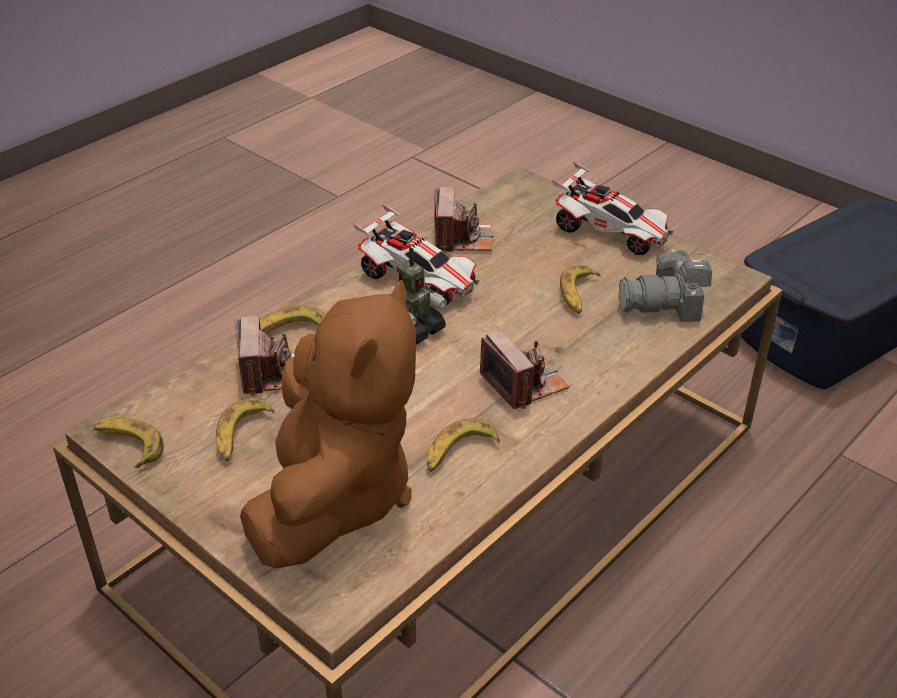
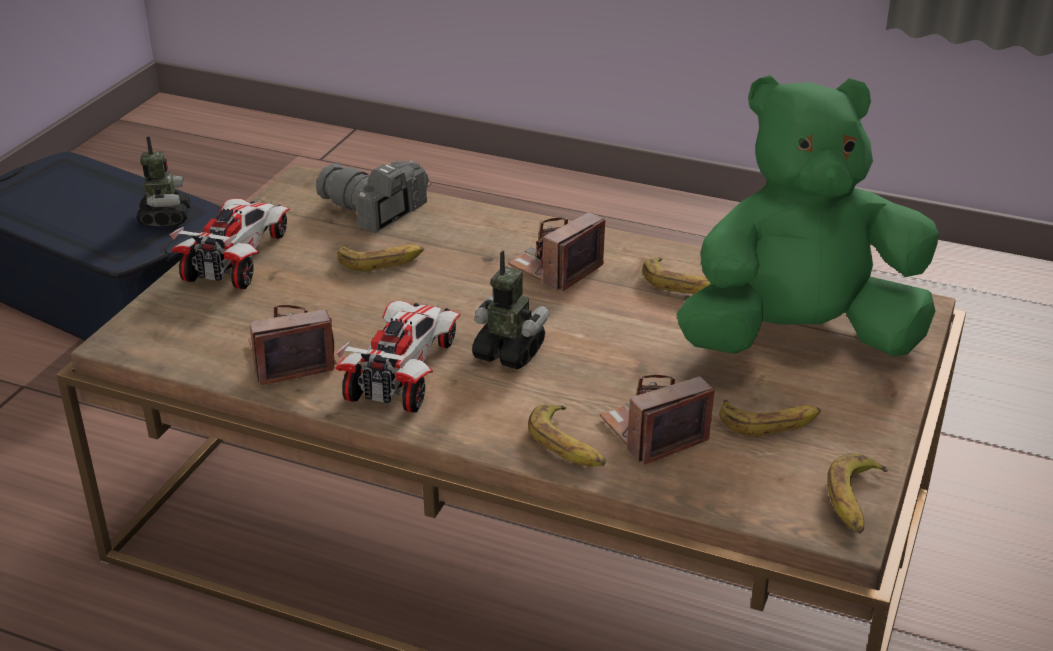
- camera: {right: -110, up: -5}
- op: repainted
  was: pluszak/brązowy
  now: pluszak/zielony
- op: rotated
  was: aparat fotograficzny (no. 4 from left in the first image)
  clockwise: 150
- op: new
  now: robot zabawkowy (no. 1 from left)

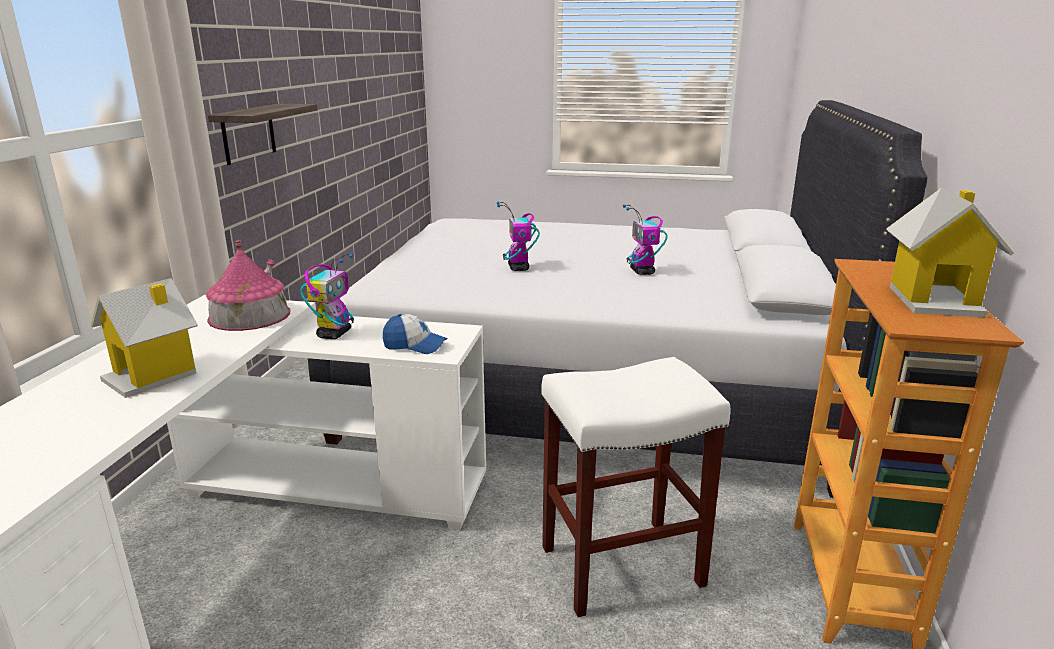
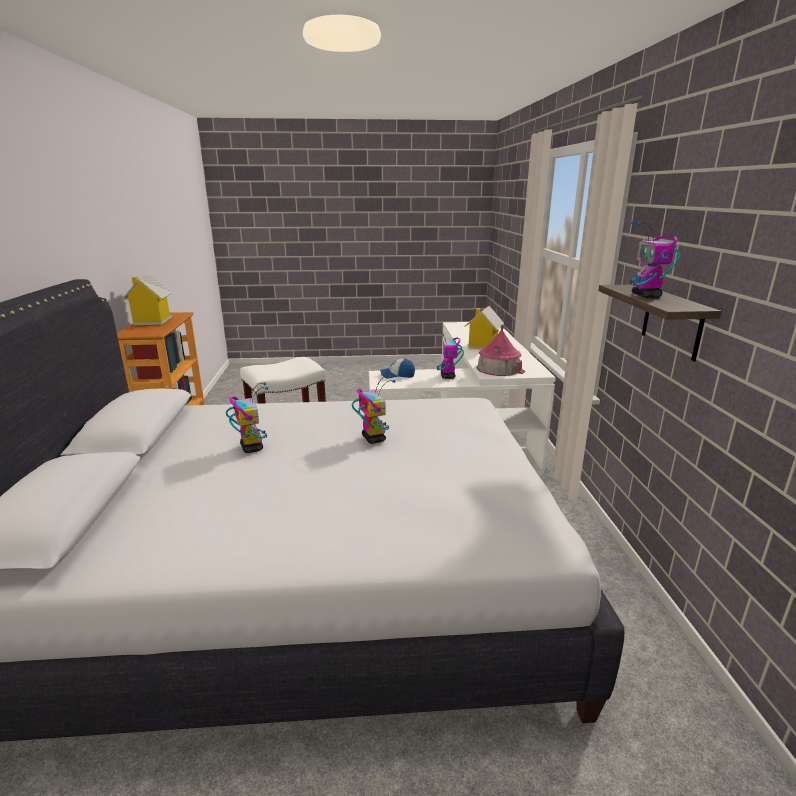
- camera: {right: 165, up: 0}
- op: new
  now: robot zabawkowy (no. 4 from left)

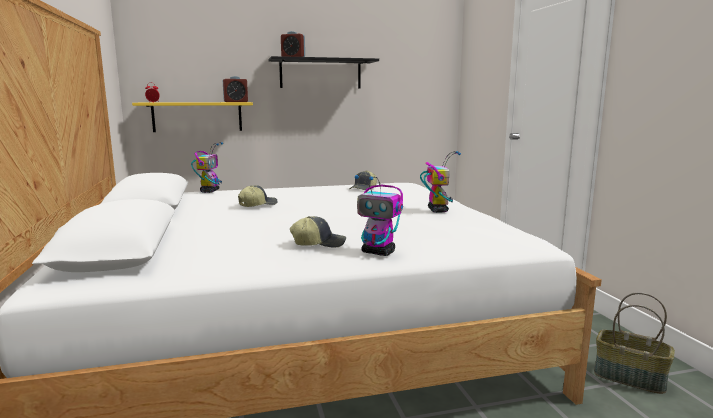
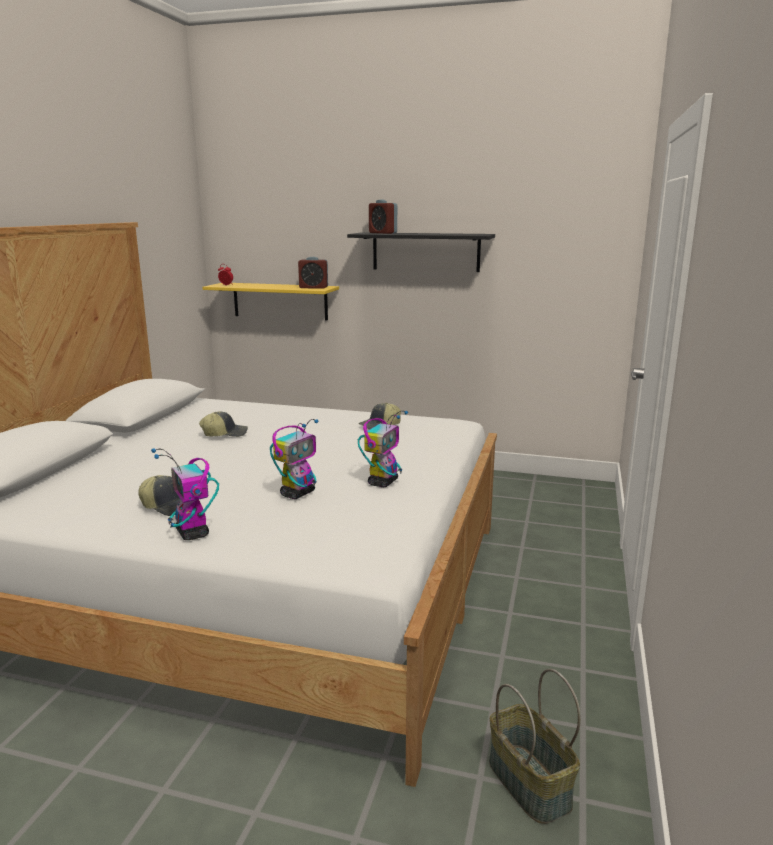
- camera: {right: 30, up: 5}
- op: shifted
  was: robot zabawkowy (no. 1 from left in the first image)
  now: robot zabawkowy (no. 2 from left)

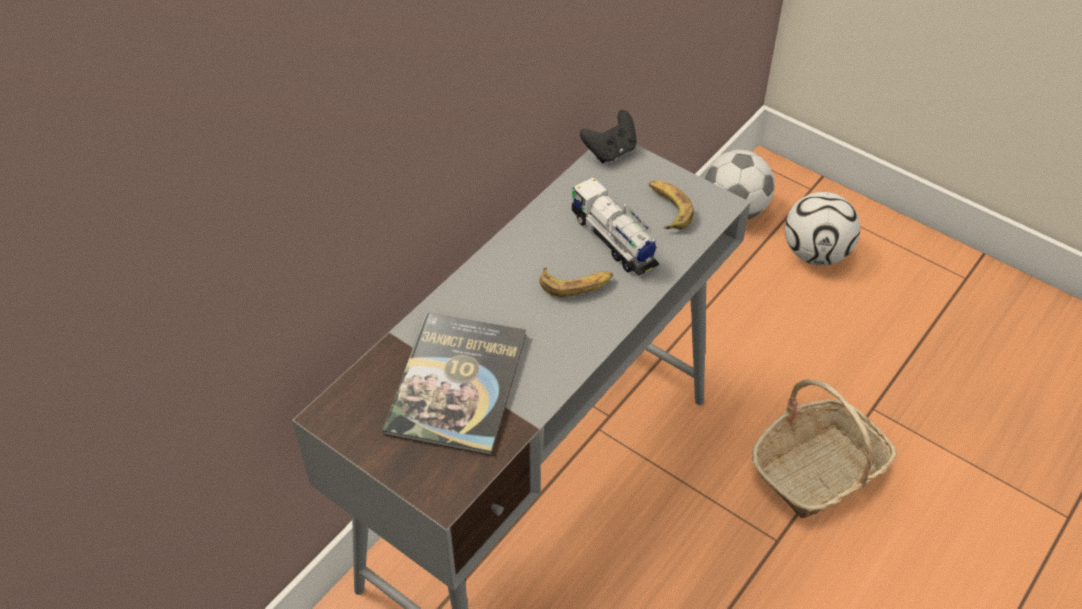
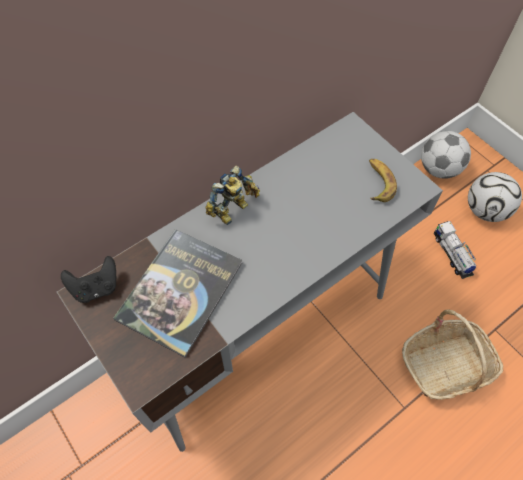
- camera: {right: 15, up: 10}
- op: gone
  was: banan (no. 1 from left)
- op: shifted
  was: ciężarówka zabawkowa
- op: shifted
  was: pad do gier/czarny
- op: new
  now: robot zabawkowy

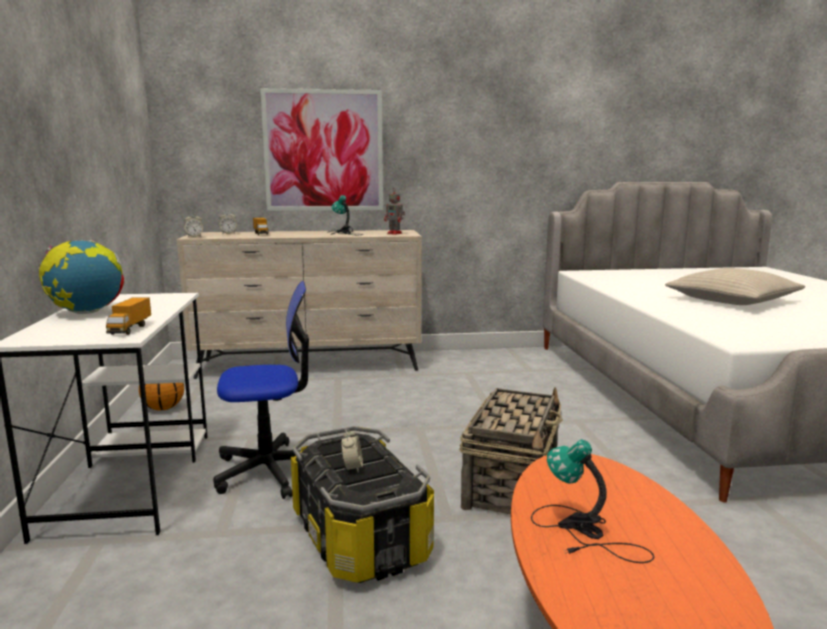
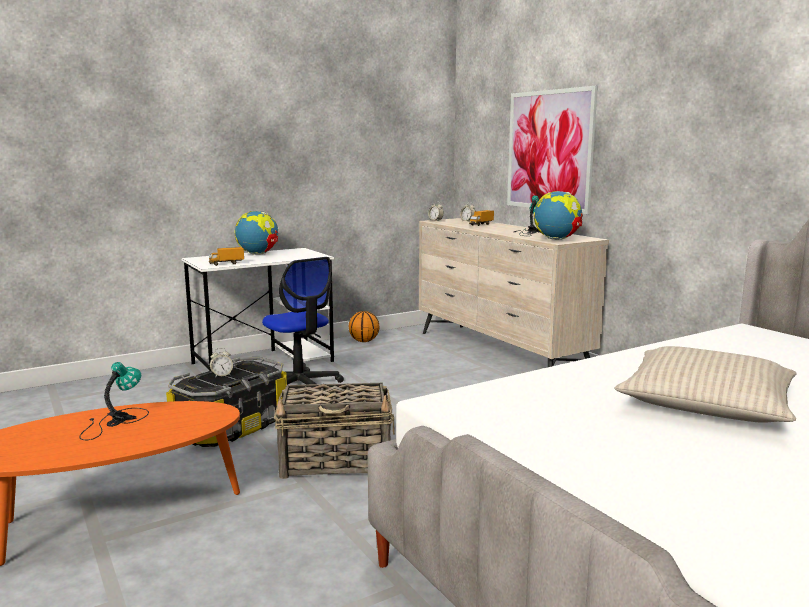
- camera: {right: 65, up: 0}
- op: swapped
  was: robot zabawkowy
  now: globus (no. 2 from left)

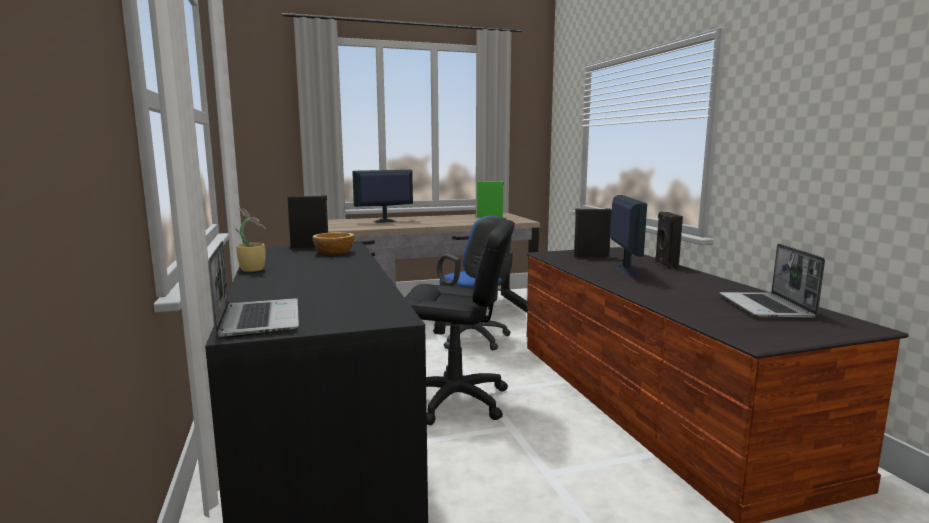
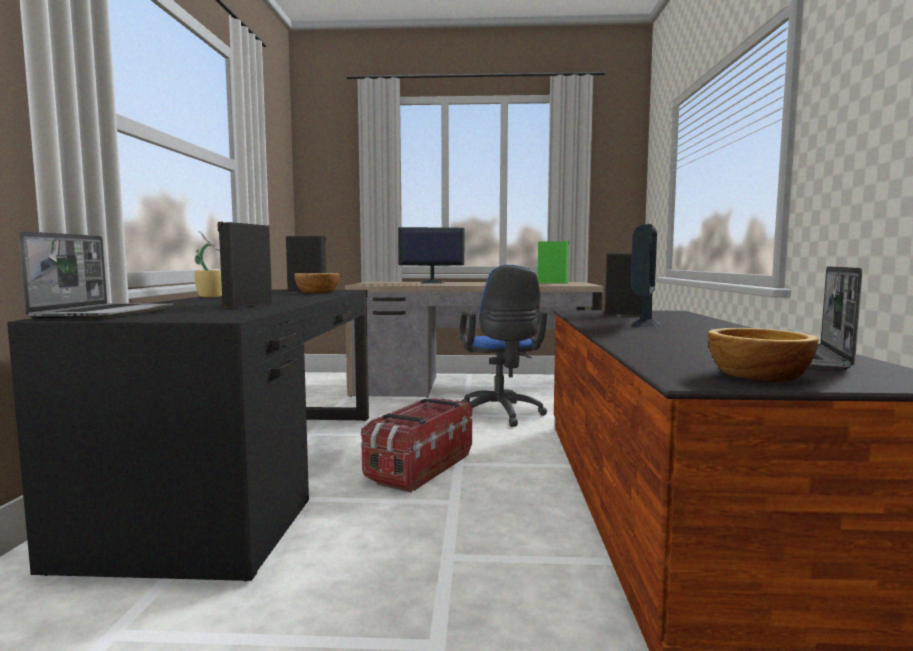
- camera: {right: 20, up: -5}
- op: swapped
  was: krzesło biurowe/czarny
  now: pojemnik do przechowywania
- op: shifted
  was: głośnik/czarny (no. 3 from left in the first image)
  now: głośnik/czarny (no. 1 from left)
- op: new
  now: miska (no. 2 from left)

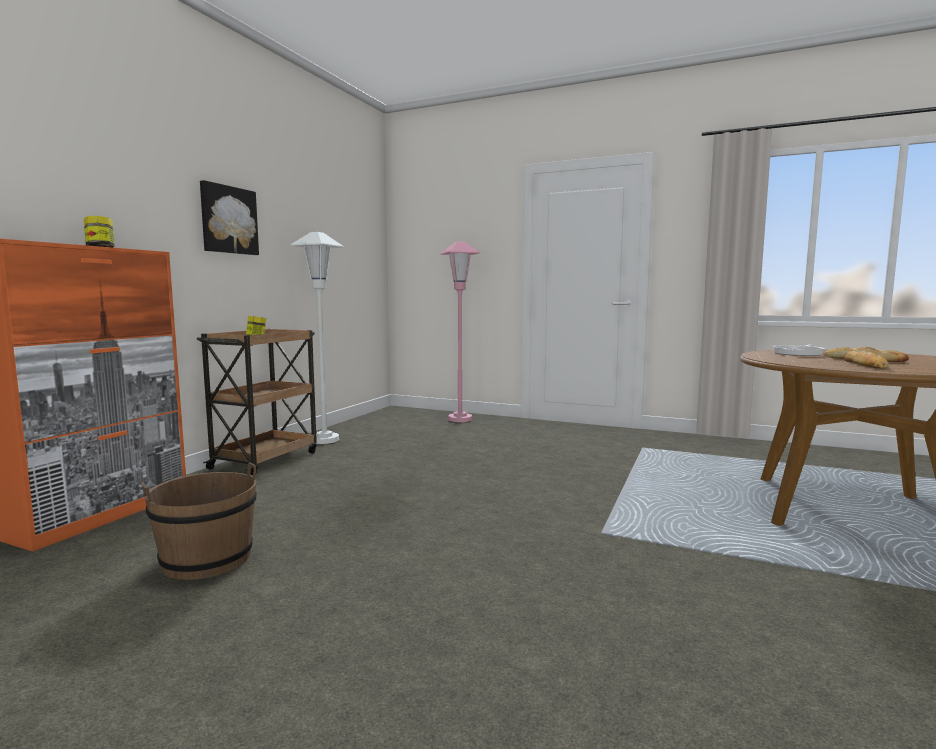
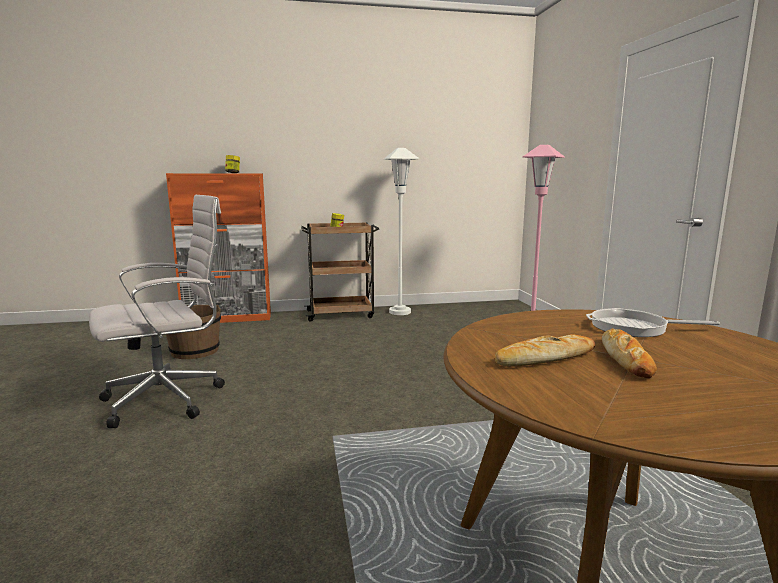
- camera: {right: 55, up: 5}
- op: gone
  was: obraz
- op: new
  now: krzesło biurowe/biały

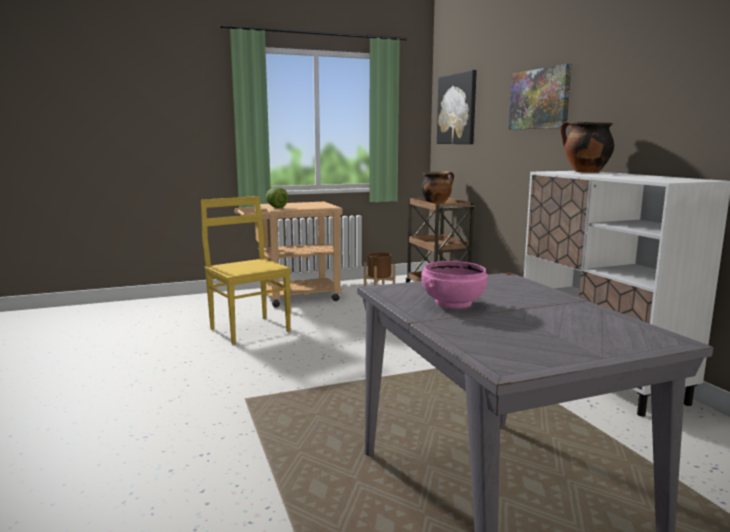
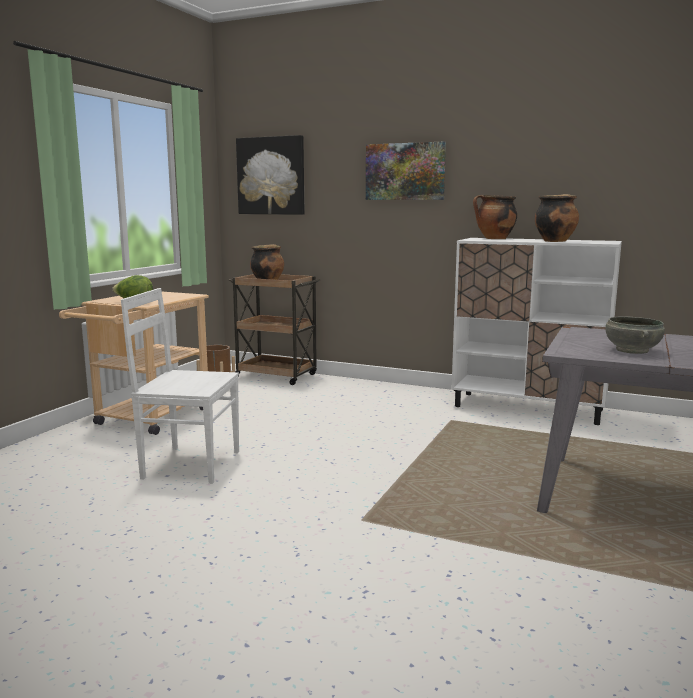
- camera: {right: -45, up: 0}
- op: repainted
  was: krzesło/żółty
  now: krzesło/biały
- op: repainted
  was: miska/różowy
  now: miska/szary
- op: new
  now: garnek (no. 3 from left)

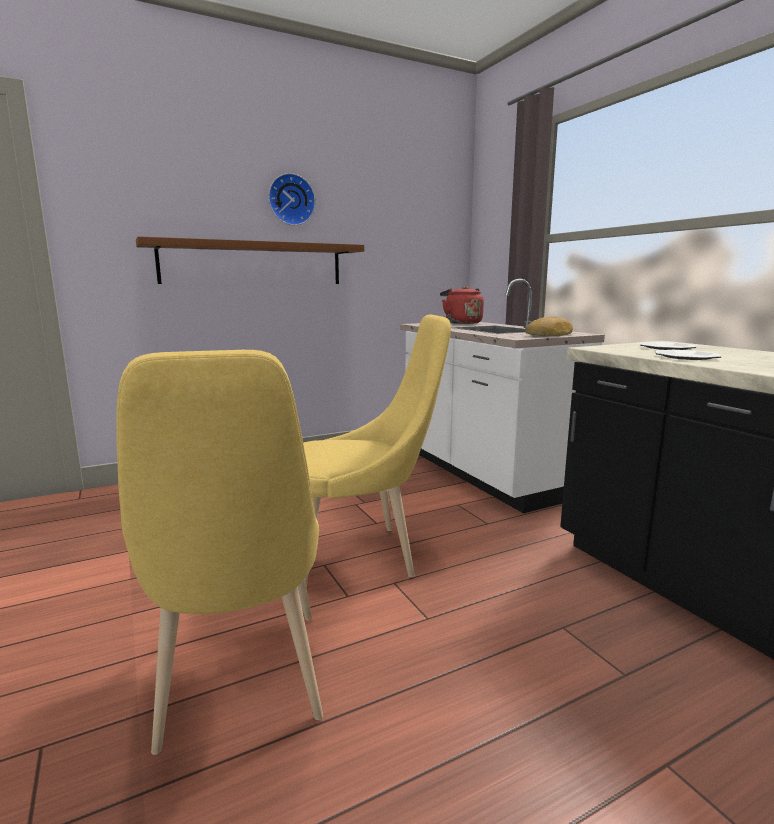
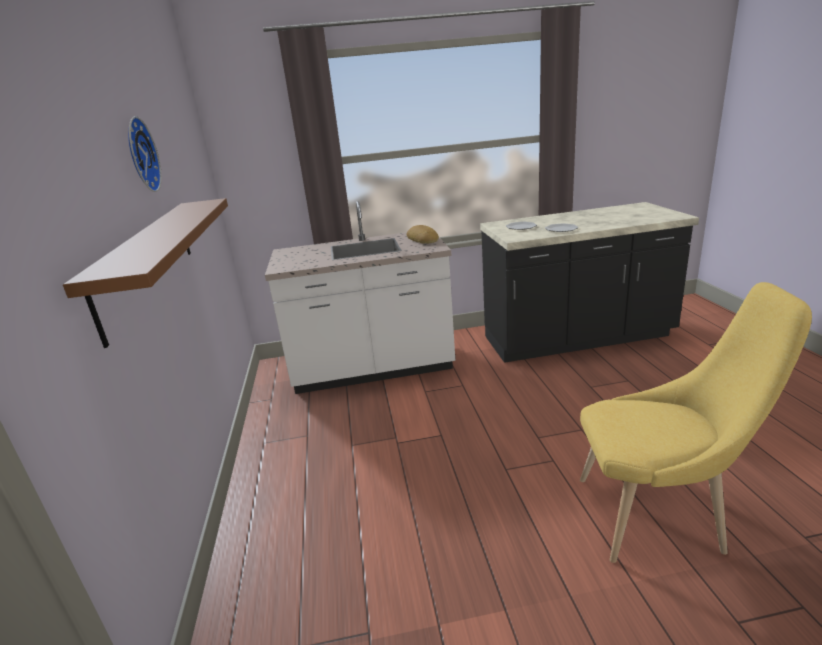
- camera: {right: -70, up: 10}
- op: gone
  was: krzesło/żółty (no. 2 from left)
- op: gone
  was: czajnik/czerwony

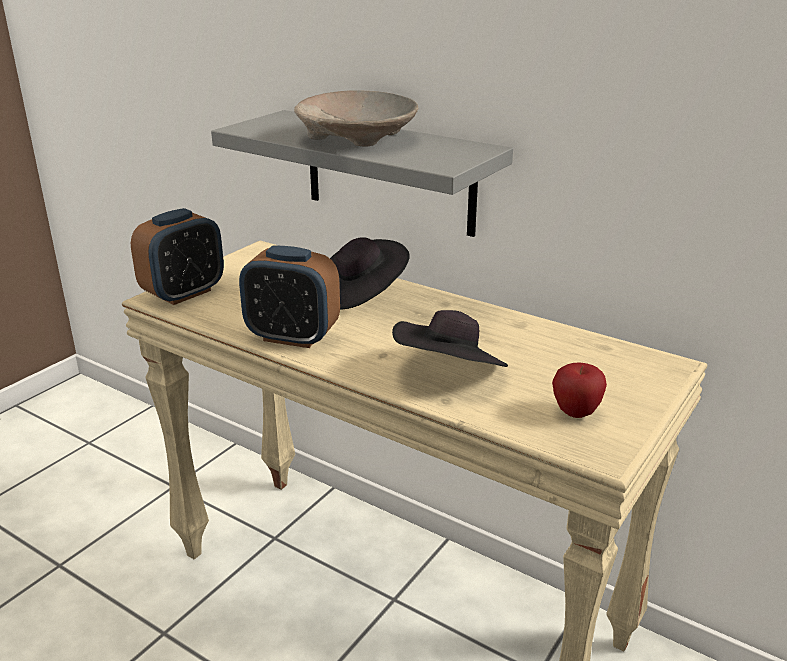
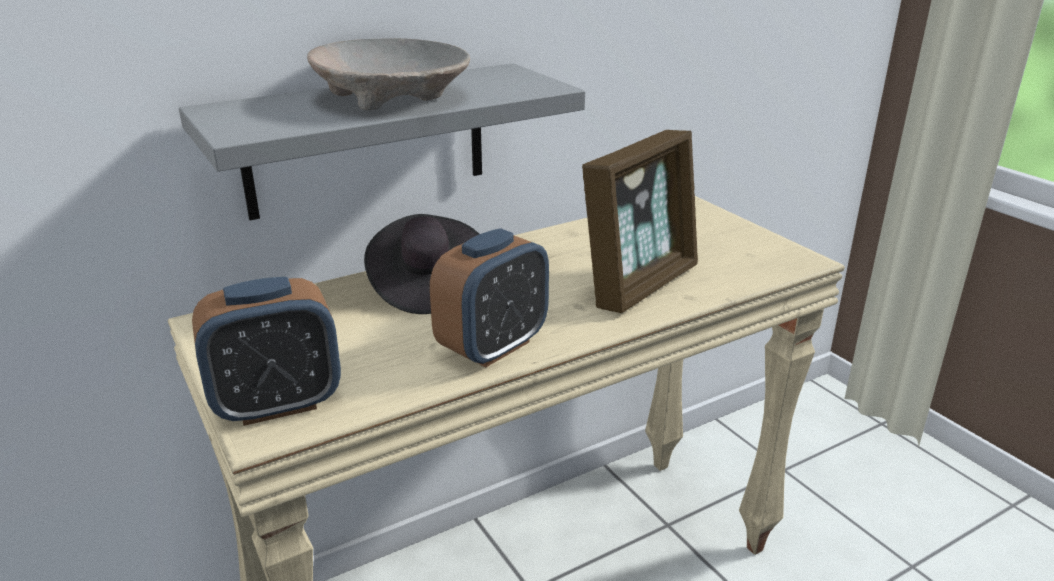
- camera: {right: -65, up: 0}
- op: rotated
  was: budzik (no. 1 from left)
  clockwise: 90
- op: swapped
  was: kapelusz/czarny (no. 2 from left)
  now: ramka na zdjęcie
- op: gone
  was: jabłko

